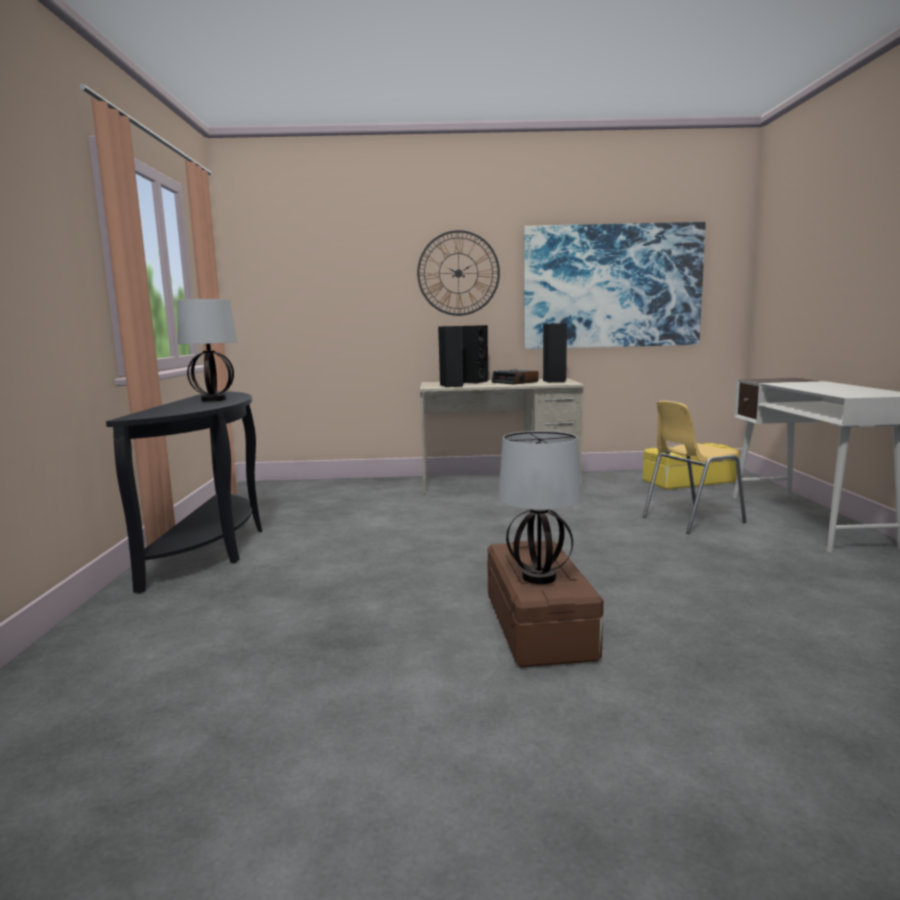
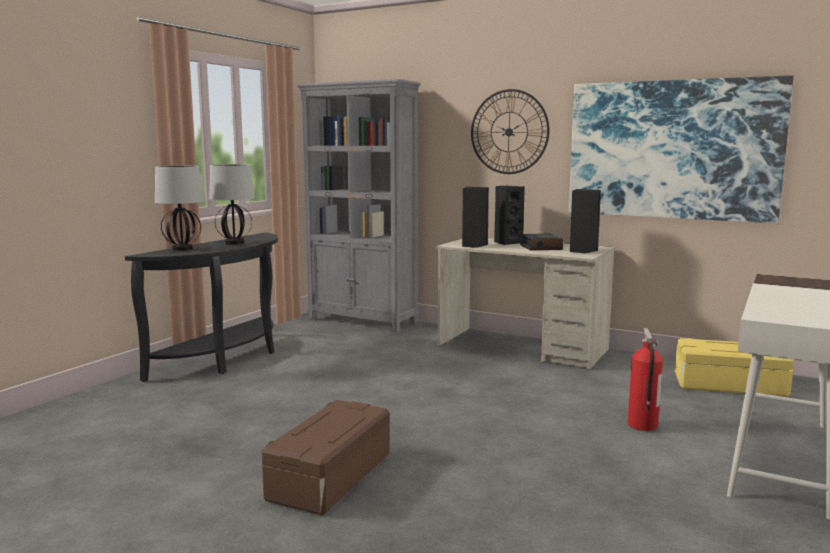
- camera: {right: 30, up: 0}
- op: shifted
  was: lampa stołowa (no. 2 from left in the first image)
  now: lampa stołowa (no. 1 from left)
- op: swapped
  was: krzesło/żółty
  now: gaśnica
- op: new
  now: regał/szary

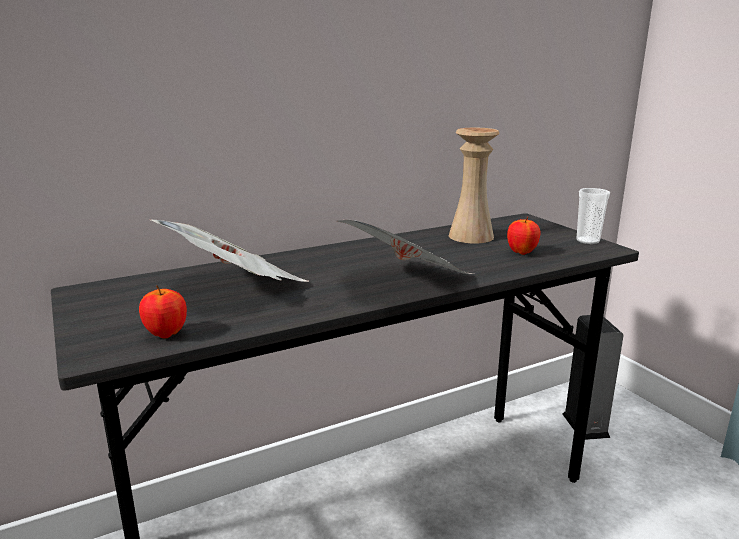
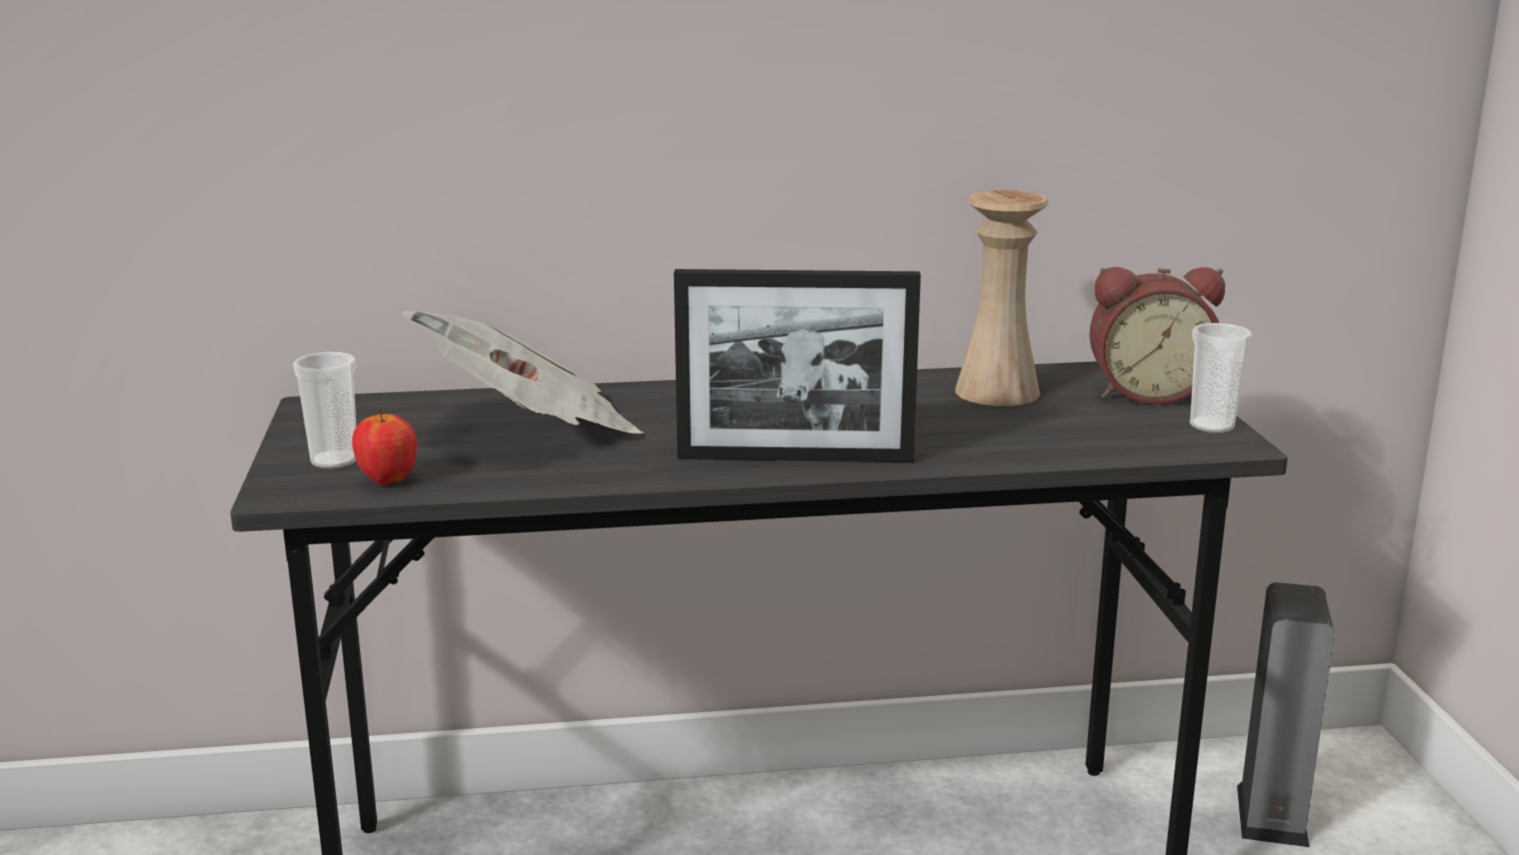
- camera: {right: 20, up: 0}
- op: swapped
  was: gazeta (no. 2 from left)
  now: ramka na zdjęcie
- op: gone
  was: jabłko (no. 2 from left)
- op: new
  now: filiżanka (no. 1 from left)
- op: new
  now: budzik

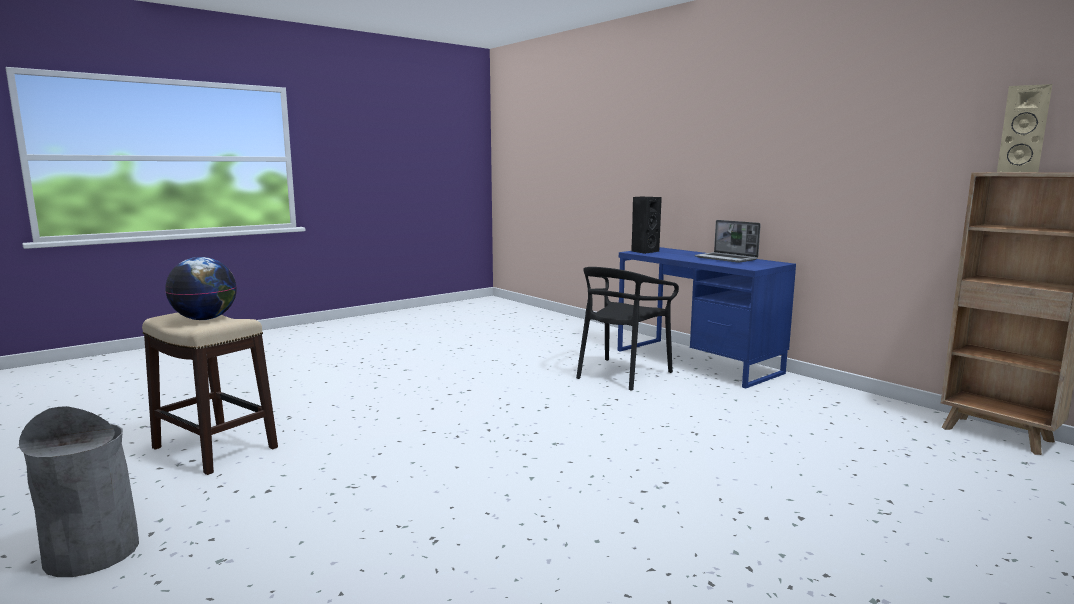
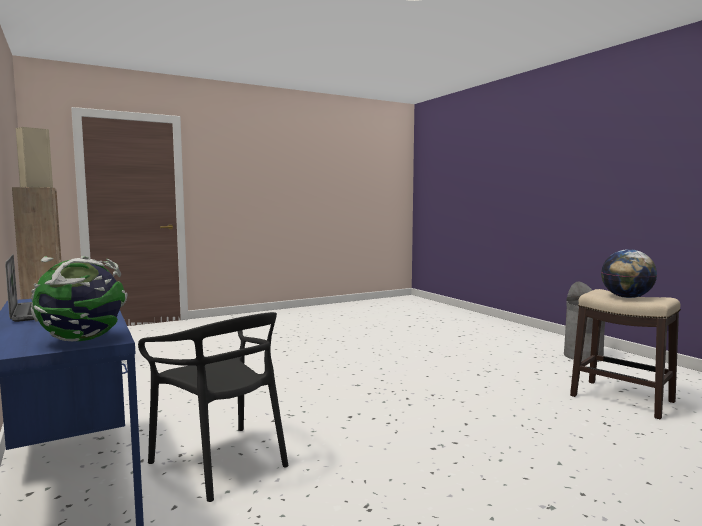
- camera: {right: -170, up: -5}
- op: rotated
  was: krzesło/czarny
  clockwise: 90
- op: swapped
  was: głośnik/czarny
  now: globus (no. 1 from left)

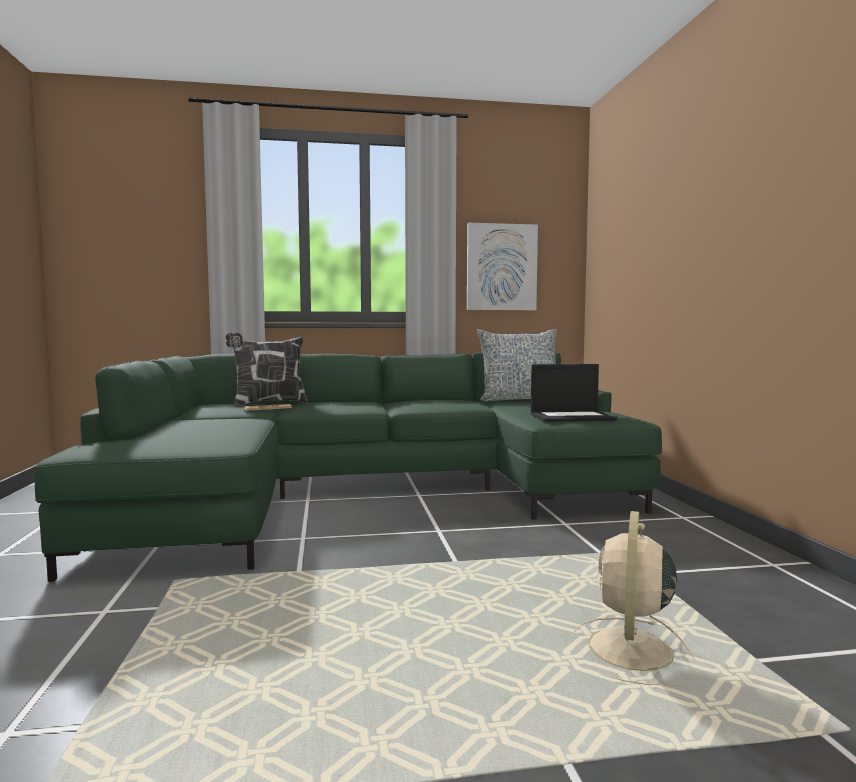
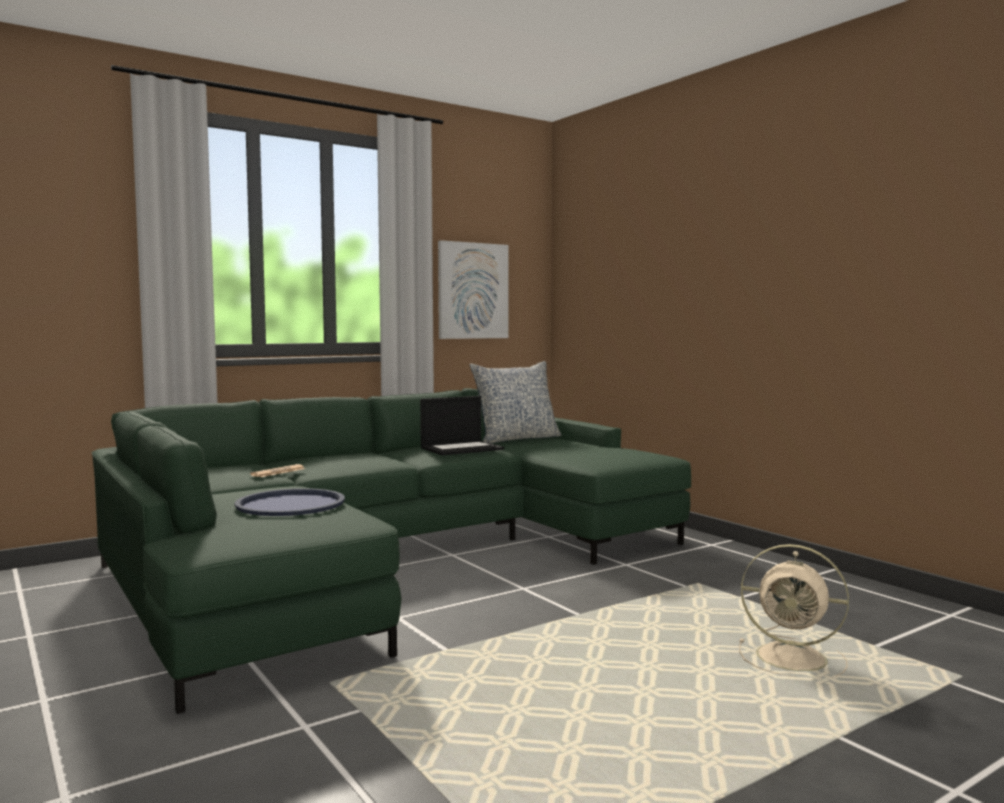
- camera: {right: -25, up: 0}
- op: gone
  was: poduszka (no. 1 from left)
- op: shifted
  was: laptop
- op: rotated
  was: wentylator/beżowy
  clockwise: -60
- op: new
  now: taca/niebieski

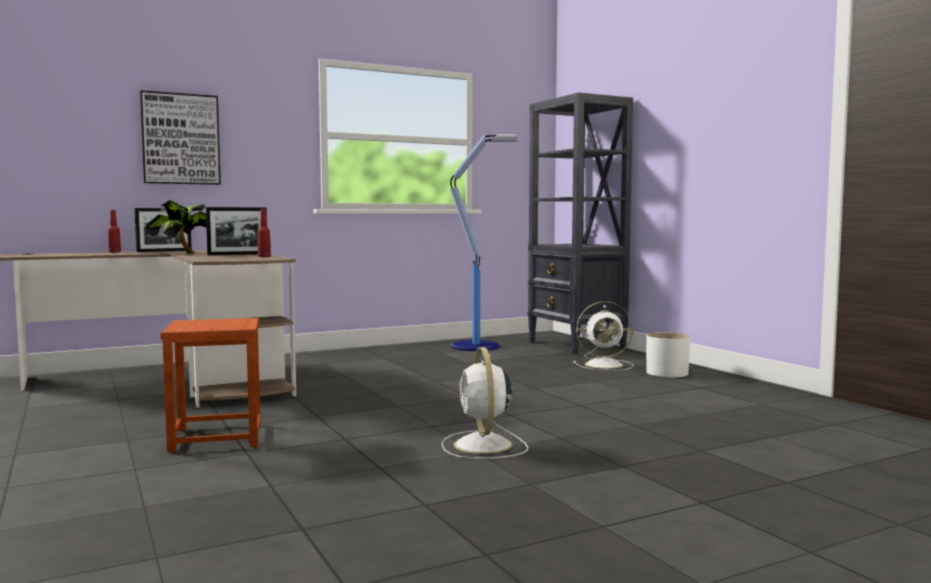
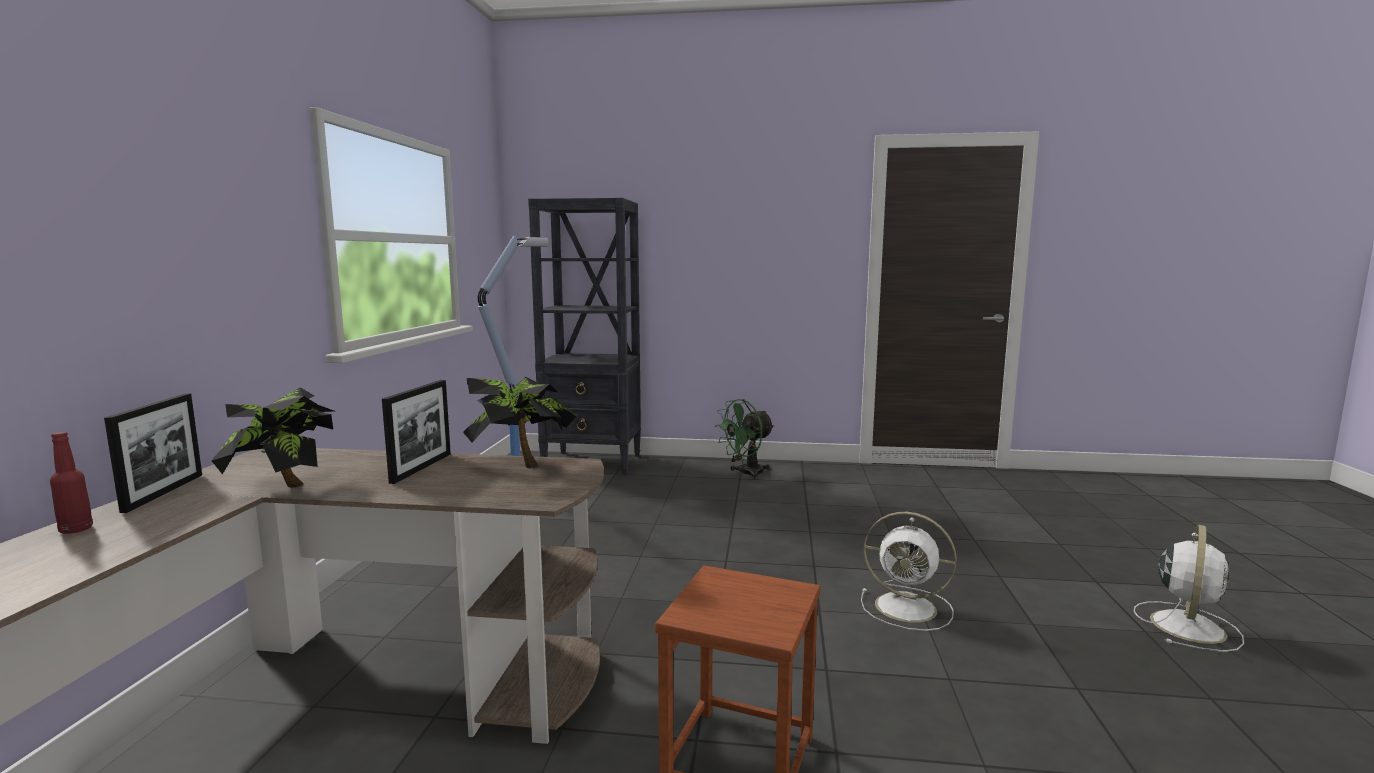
- camera: {right: -55, up: 5}
- op: gone
  was: obraz
- op: swapped
  was: butelka/czerwony (no. 2 from left)
  now: roślina doniczkowa (no. 2 from left)
- op: shifted
  was: wentylator/biały (no. 2 from left)
- op: swapped
  was: donica/biały
  now: wentylator/zielony

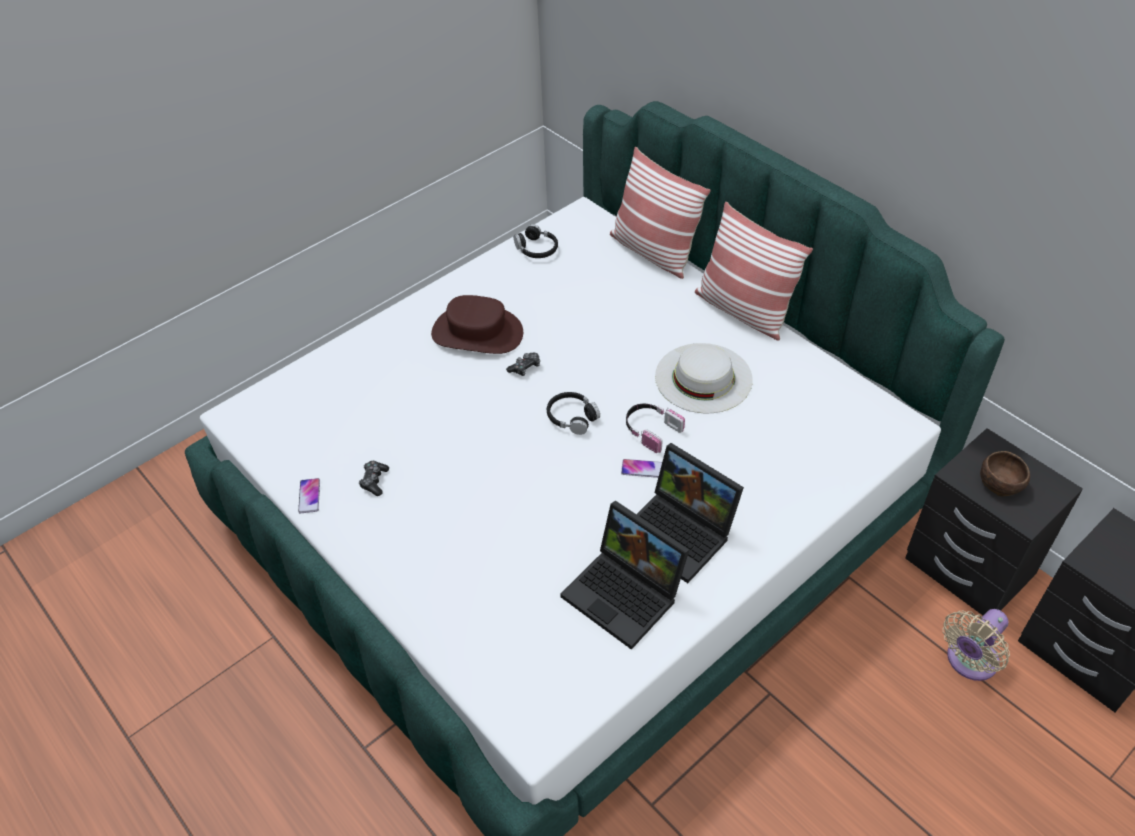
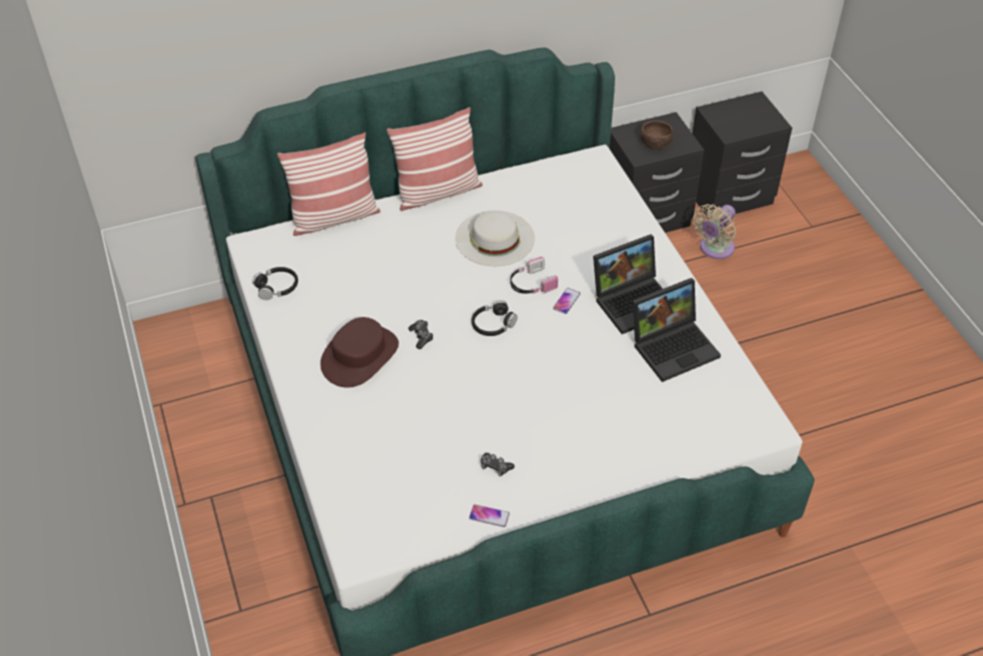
- camera: {right: -70, up: 0}
- op: rotated
  was: wentylator/beżowy
  clockwise: 60

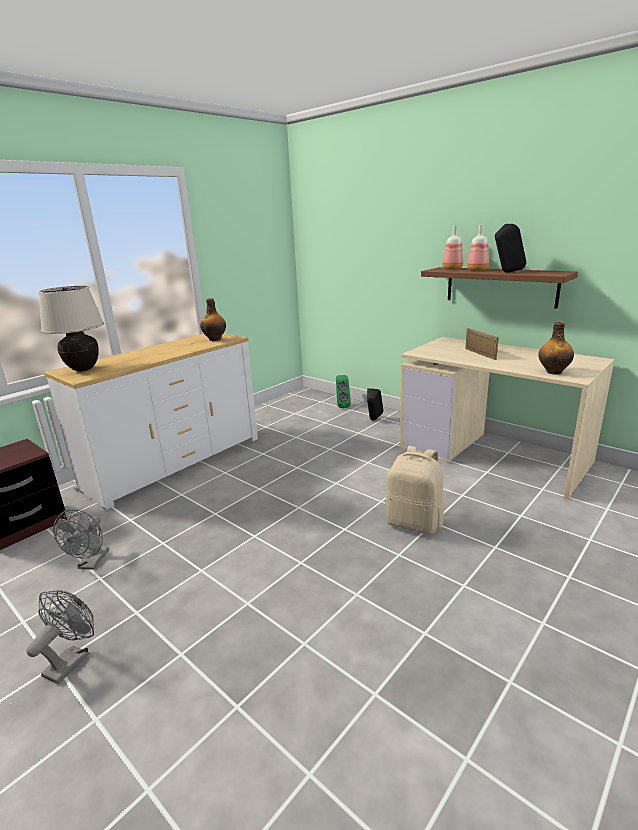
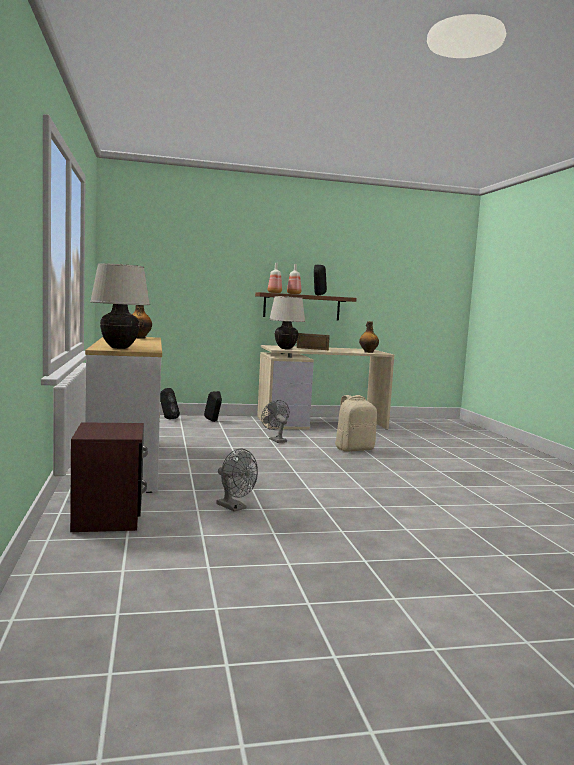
- camera: {right: -55, up: -15}
- op: shifted
  was: wentylator/szary (no. 1 from left in the first image)
  now: wentylator/szary (no. 2 from left)
- op: repainted
  was: głośnik/zielony
  now: głośnik/czarny (no. 1 from left)
- op: new
  now: lampa stołowa/beżowy (no. 2 from left)

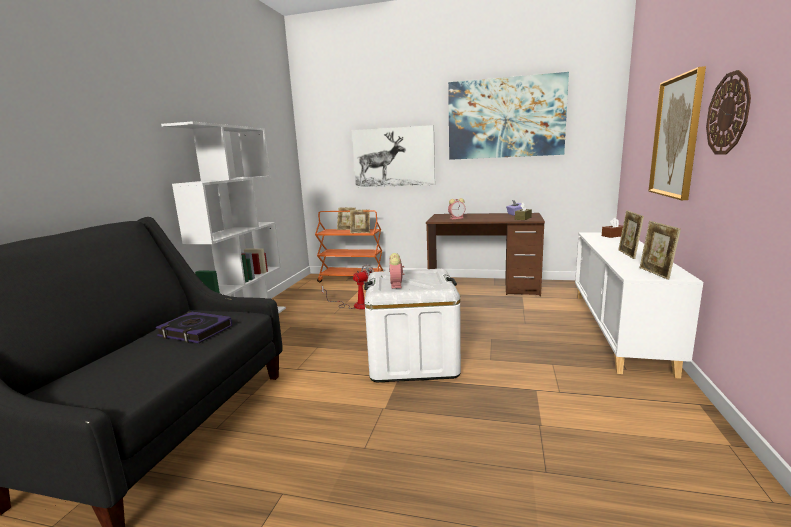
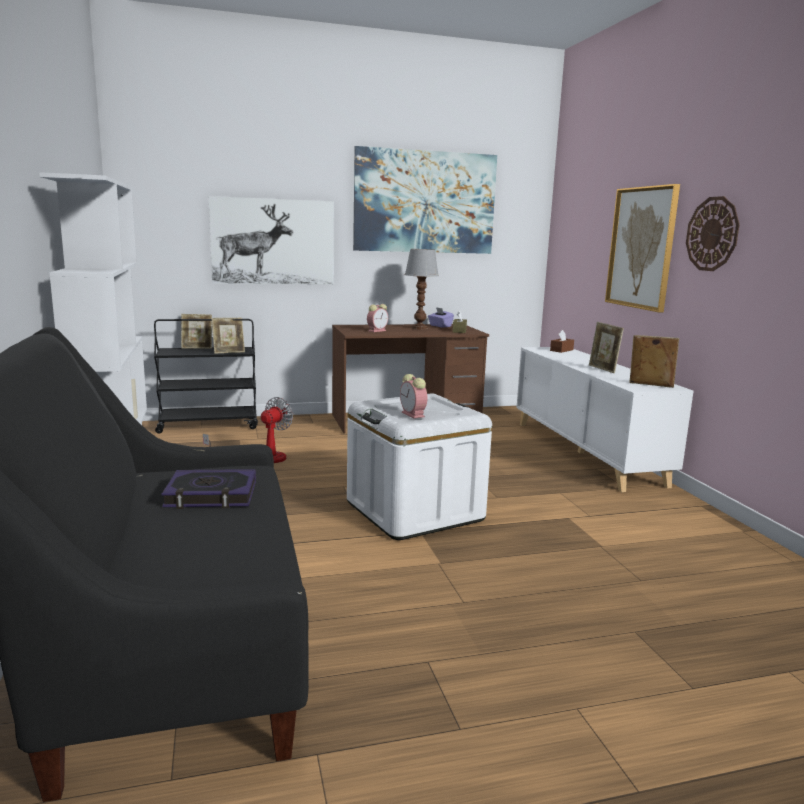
- camera: {right: -30, up: 0}
- op: repainted
  was: wózek/pomarańczowy
  now: wózek/czarny
- op: rotated
  was: ramka na zdjęcie (no. 4 from left)
  clockwise: 150
- op: new
  now: lampa stołowa

